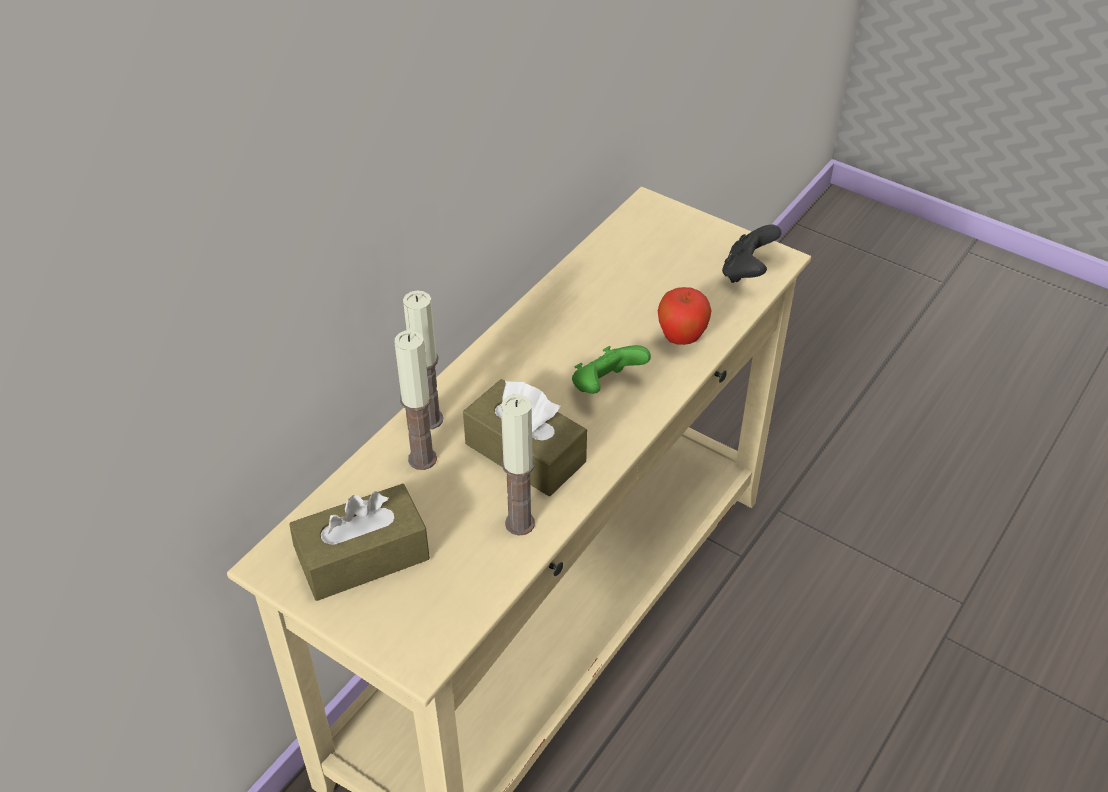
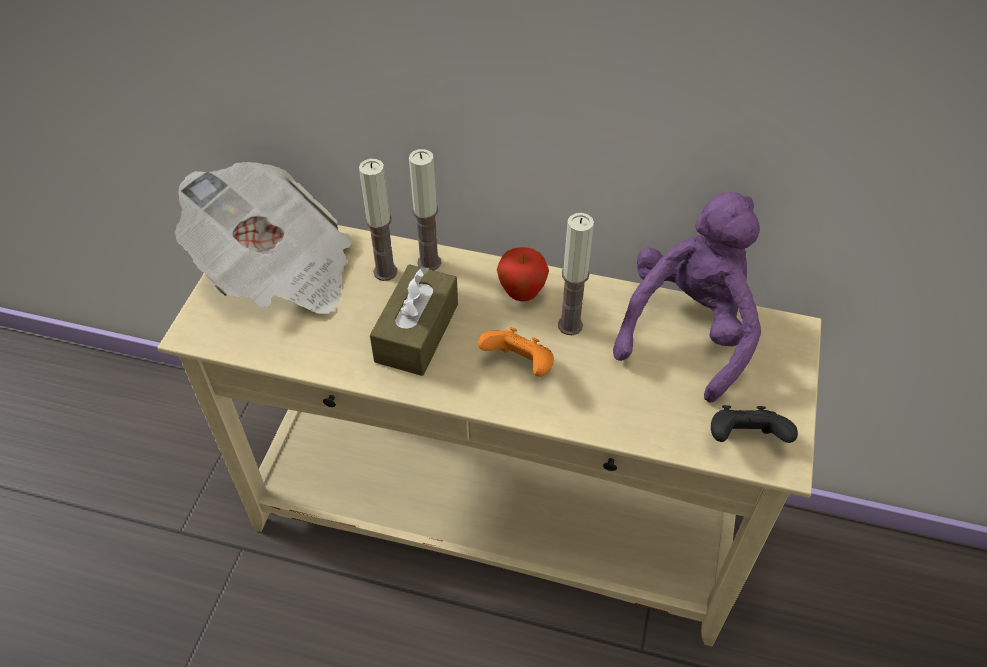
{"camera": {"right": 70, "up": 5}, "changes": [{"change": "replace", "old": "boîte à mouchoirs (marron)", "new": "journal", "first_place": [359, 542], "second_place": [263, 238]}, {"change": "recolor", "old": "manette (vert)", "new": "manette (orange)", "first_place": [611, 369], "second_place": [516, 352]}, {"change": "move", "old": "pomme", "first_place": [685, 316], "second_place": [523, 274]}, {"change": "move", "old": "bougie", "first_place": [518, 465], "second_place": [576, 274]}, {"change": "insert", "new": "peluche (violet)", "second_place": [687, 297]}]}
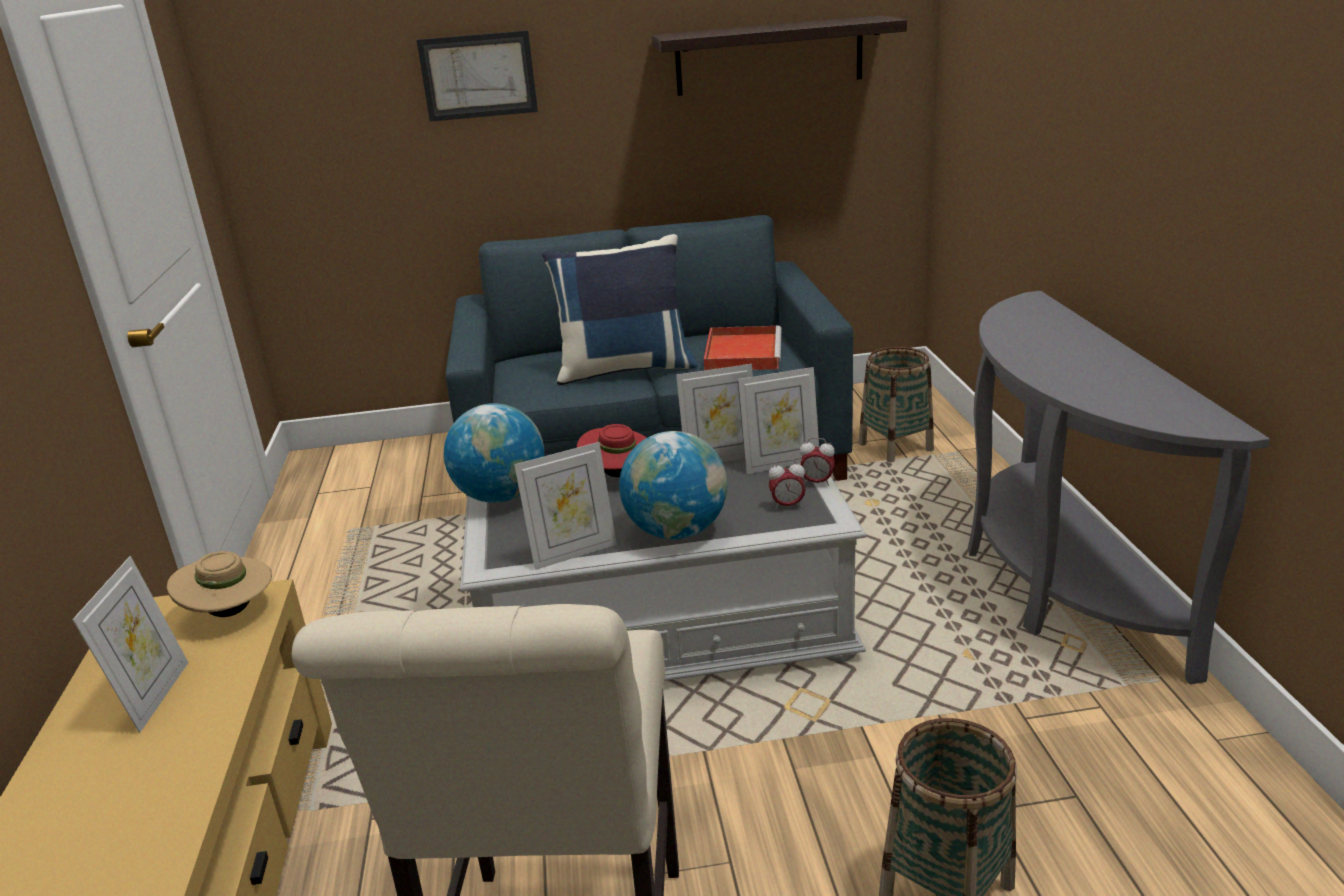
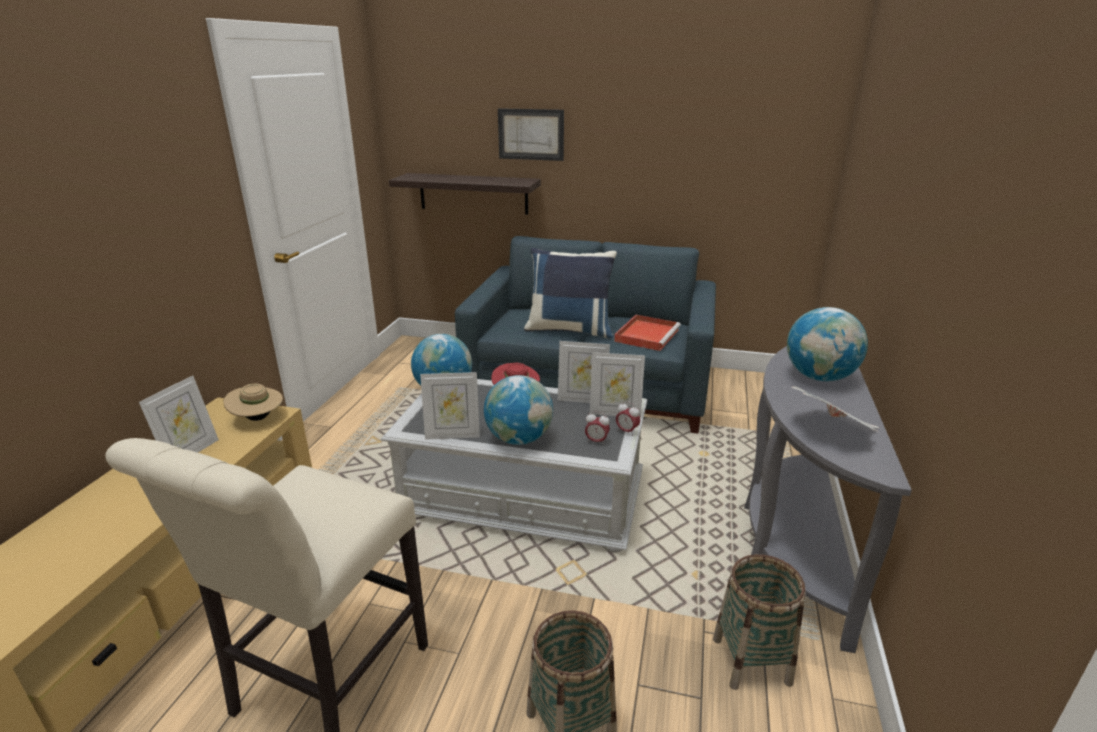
{"camera": {"right": 20, "up": 0}, "changes": [{"change": "move", "old": "étagère", "first_place": [779, 55], "second_place": [465, 194]}, {"change": "move", "old": "panier", "first_place": [896, 405], "second_place": [759, 622]}, {"change": "insert", "new": "globe", "second_place": [827, 344]}, {"change": "insert", "new": "journal", "second_place": [835, 409]}]}
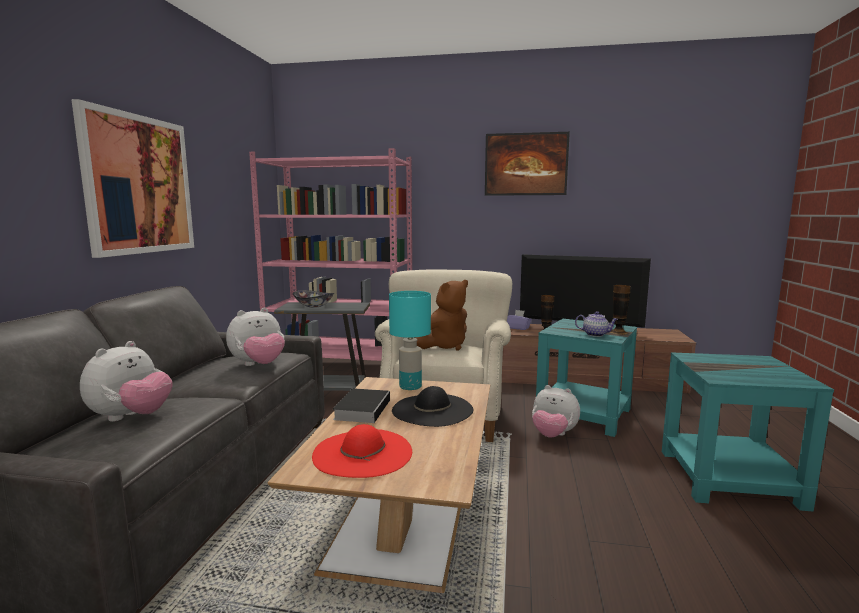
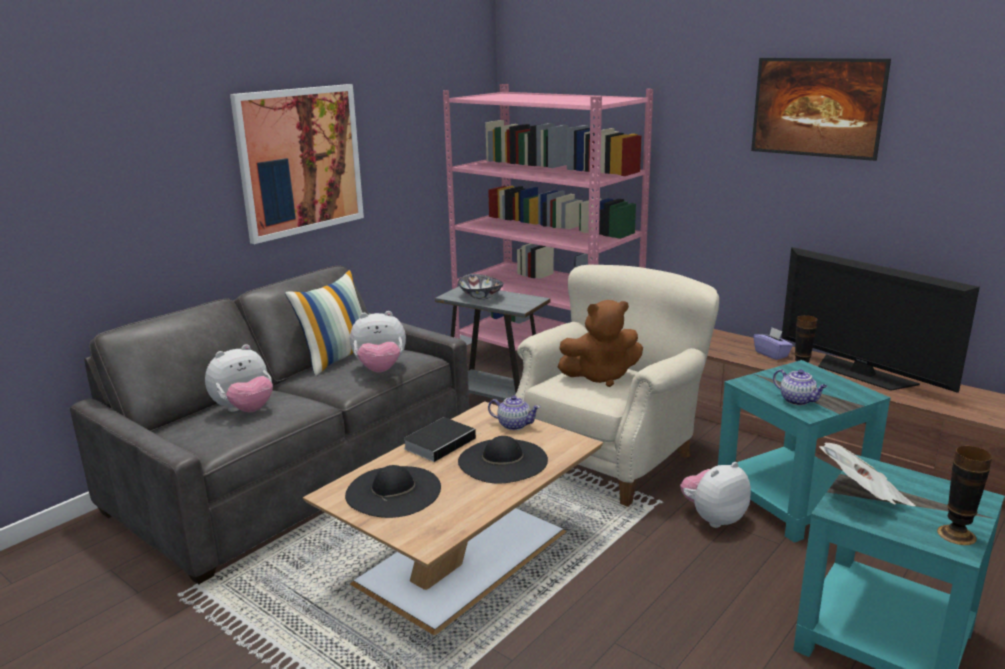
{"camera": {"right": 30, "up": 10}, "changes": [{"change": "insert", "new": "coussin", "second_place": [323, 323]}, {"change": "recolor", "old": "chapeau (rouge)", "new": "chapeau (noir)", "first_place": [362, 451], "second_place": [393, 491]}, {"change": "replace", "old": "lampe de table (turquoise)", "new": "théière", "first_place": [410, 340], "second_place": [514, 413]}, {"change": "rotate", "old": "peluche", "first_place": [556, 411], "second_place": [715, 495], "degrees": 90}, {"change": "insert", "new": "journal", "second_place": [867, 474]}, {"change": "move", "old": "vase", "first_place": [620, 310], "second_place": [964, 495]}]}
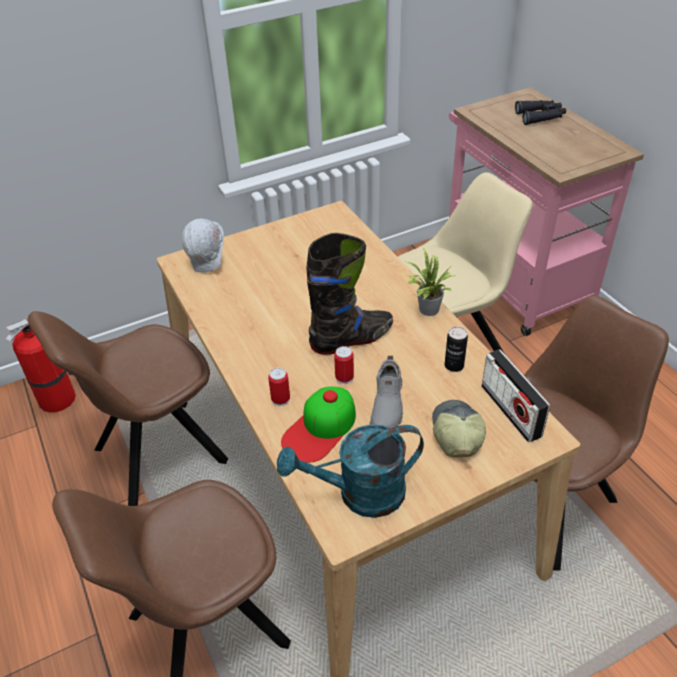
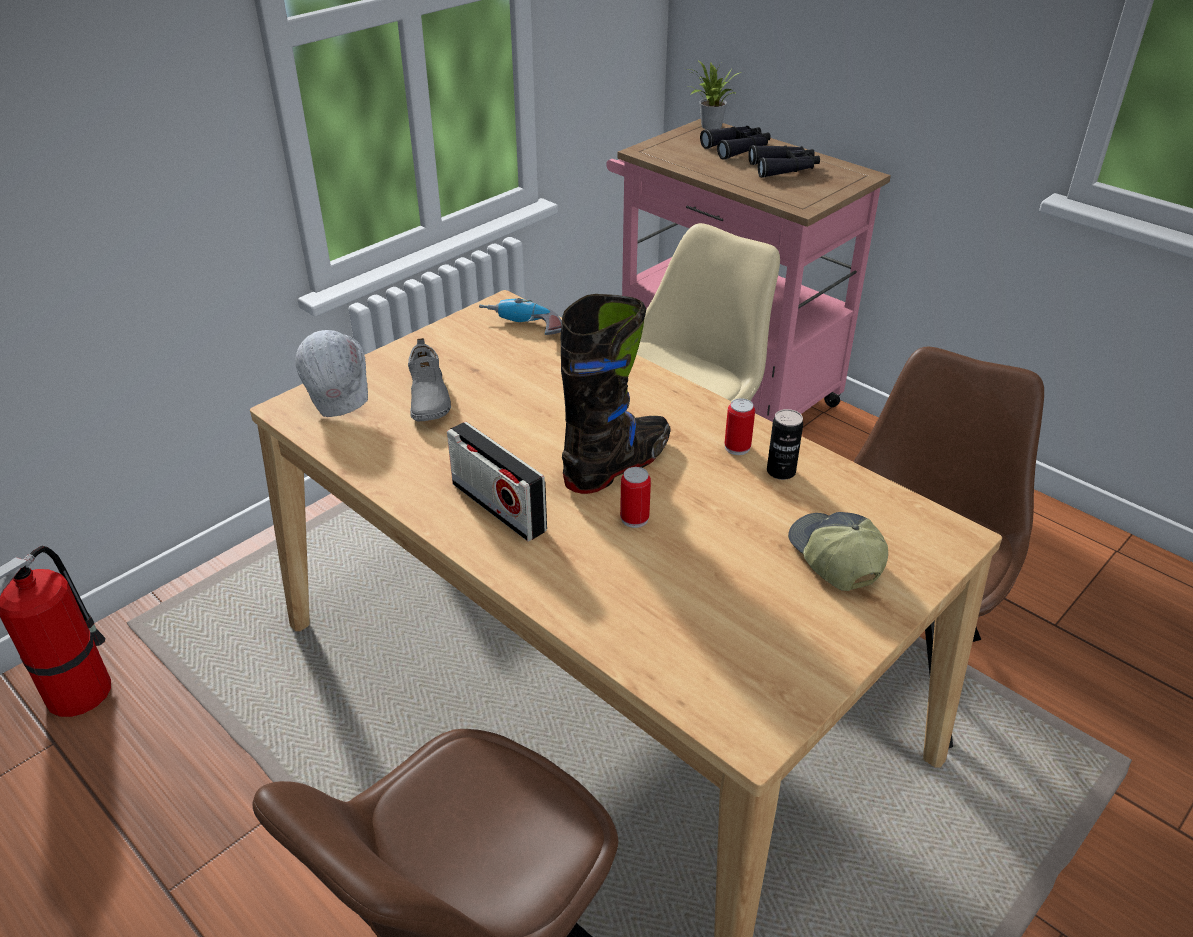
{"camera": {"right": -20, "up": -5}, "changes": [{"change": "move", "old": "chaussure (gris)", "first_place": [386, 392], "second_place": [429, 379]}, {"change": "move", "old": "radio", "first_place": [516, 395], "second_place": [497, 481]}, {"change": "insert", "new": "perceuse", "second_place": [520, 316]}, {"change": "move", "old": "plante en pot", "first_place": [430, 282], "second_place": [716, 95]}, {"change": "move", "old": "boîte métallique", "first_place": [279, 387], "second_place": [739, 426]}, {"change": "insert", "new": "jumelles (noir)", "second_place": [784, 161]}, {"change": "delete", "old": "chaise (marron)", "first_place": [128, 408]}, {"change": "delete", "old": "arrosoir (turquoise)", "first_place": [350, 471]}, {"change": "delete", "old": "casquette", "first_place": [318, 425]}]}
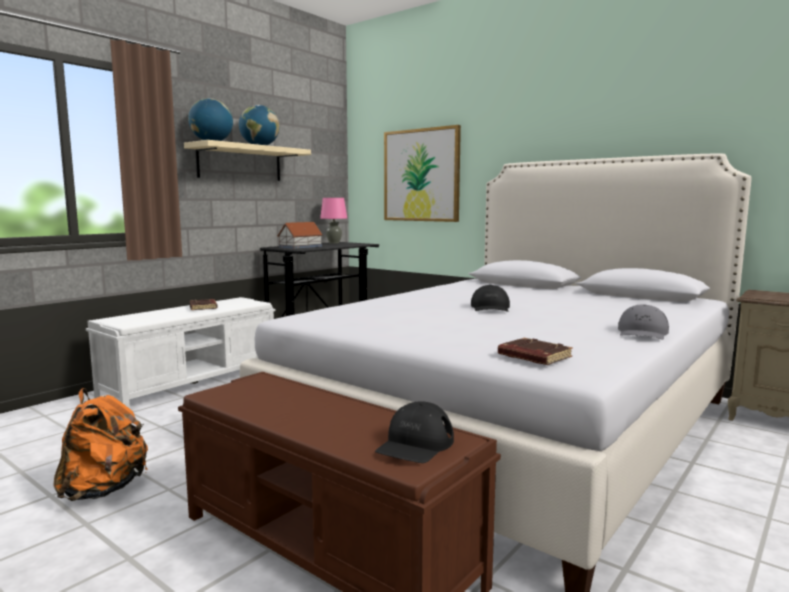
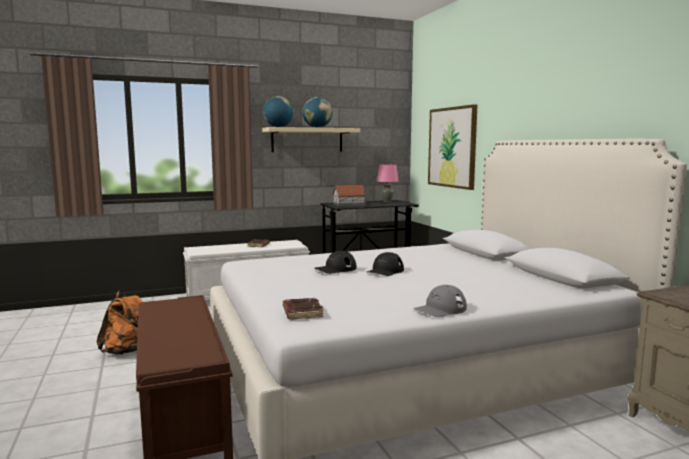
{"camera": {"right": 30, "up": 0}, "changes": [{"change": "move", "old": "casquette (noir)", "first_place": [414, 432], "second_place": [335, 262]}]}
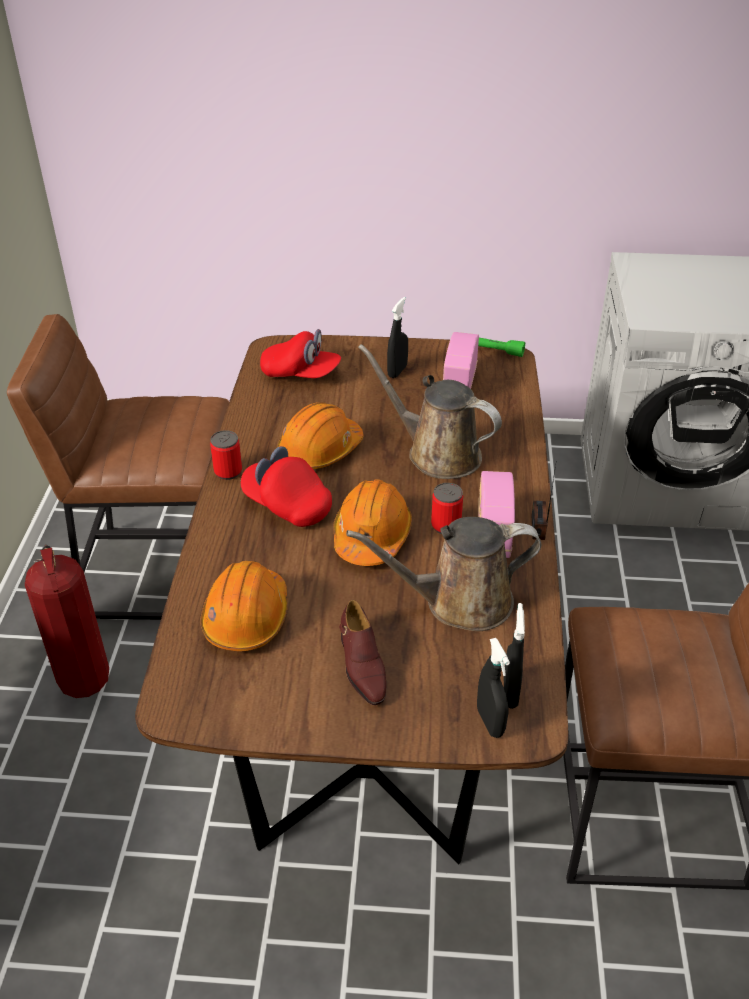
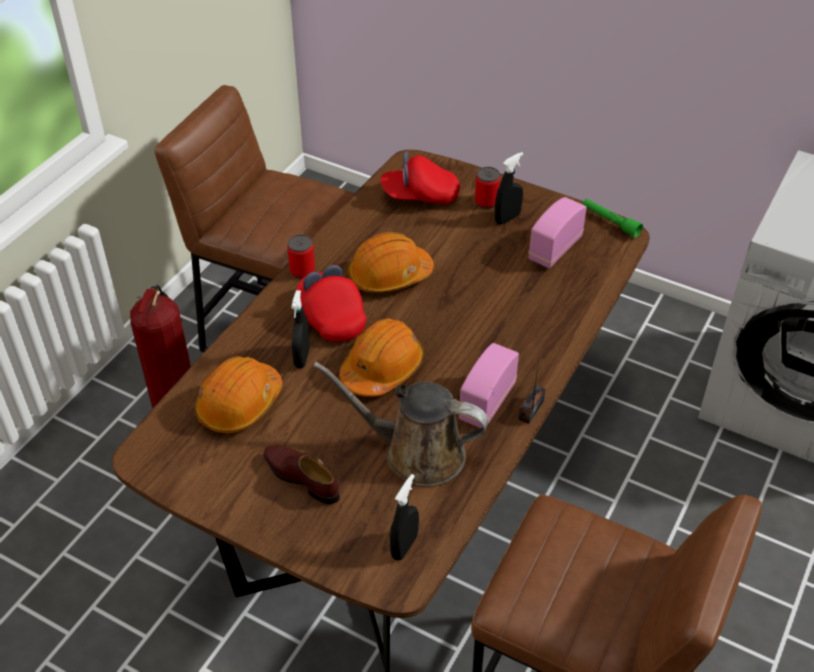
{"camera": {"right": 25, "up": 5}, "changes": [{"change": "rotate", "old": "chaussure (marron)", "first_place": [362, 652], "second_place": [301, 475], "degrees": 120}, {"change": "move", "old": "vaporisateur (noir)", "first_place": [493, 688], "second_place": [300, 329]}, {"change": "rotate", "old": "casquette (rouge)", "first_place": [300, 353], "second_place": [420, 178], "degrees": 135}, {"change": "move", "old": "boîte métallique", "first_place": [447, 508], "second_place": [487, 188]}, {"change": "delete", "old": "arrosoir (marron)", "first_place": [430, 411]}]}
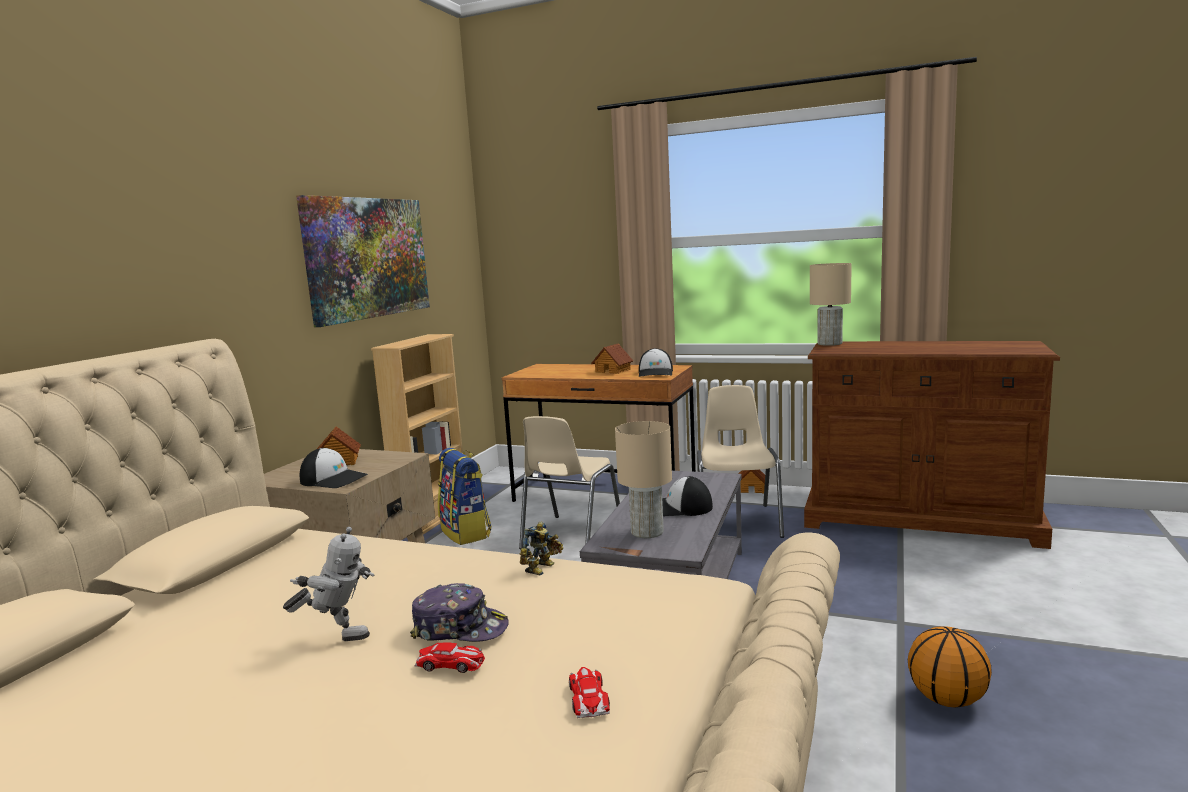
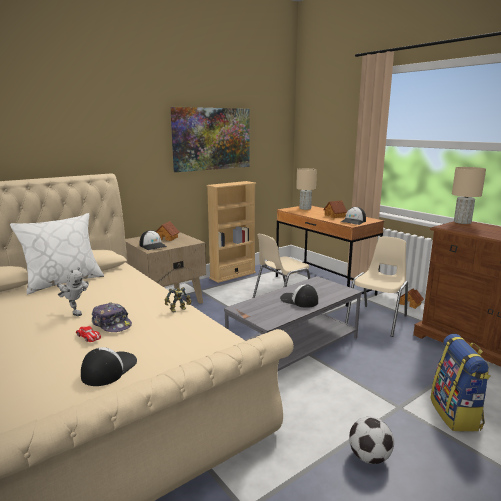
{"camera": {"right": 30, "up": 5}, "changes": [{"change": "insert", "new": "coussin (blanc)", "second_place": [57, 253]}, {"change": "replace", "old": "petite voiture", "new": "casquette", "first_place": [589, 692], "second_place": [109, 366]}, {"change": "move", "old": "lampe de table (beige)", "first_place": [643, 479], "second_place": [306, 189]}, {"change": "replace", "old": "ballon de basket", "new": "ballon de foot", "first_place": [950, 667], "second_place": [371, 440]}, {"change": "move", "old": "sac à dos", "first_place": [465, 496], "second_place": [460, 383]}]}
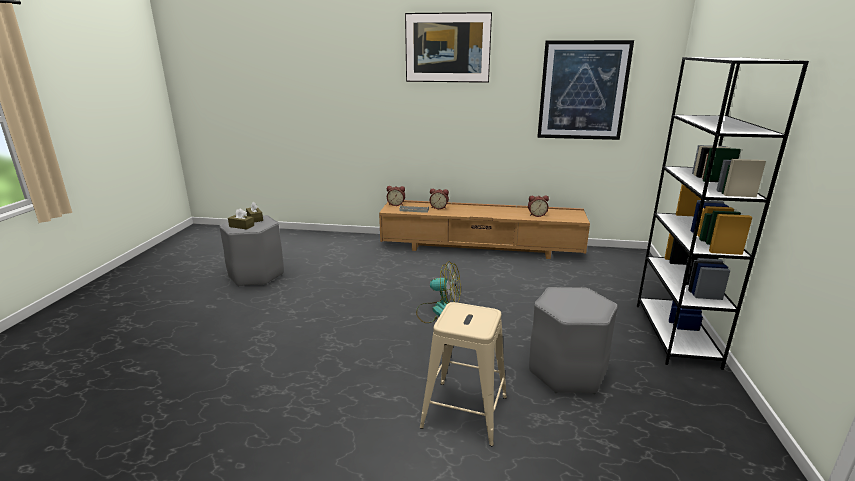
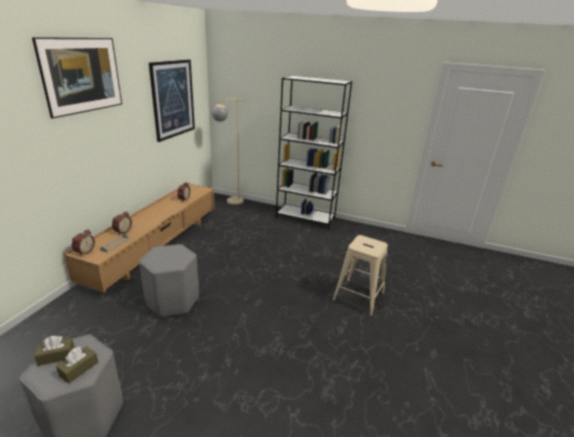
{"camera": {"right": -80, "up": 5}, "changes": [{"change": "move", "old": "tabouret (gris)", "first_place": [573, 340], "second_place": [169, 281]}, {"change": "insert", "new": "lampadaire (beige)", "second_place": [227, 151]}, {"change": "delete", "old": "ventilateur", "first_place": [438, 292]}]}
